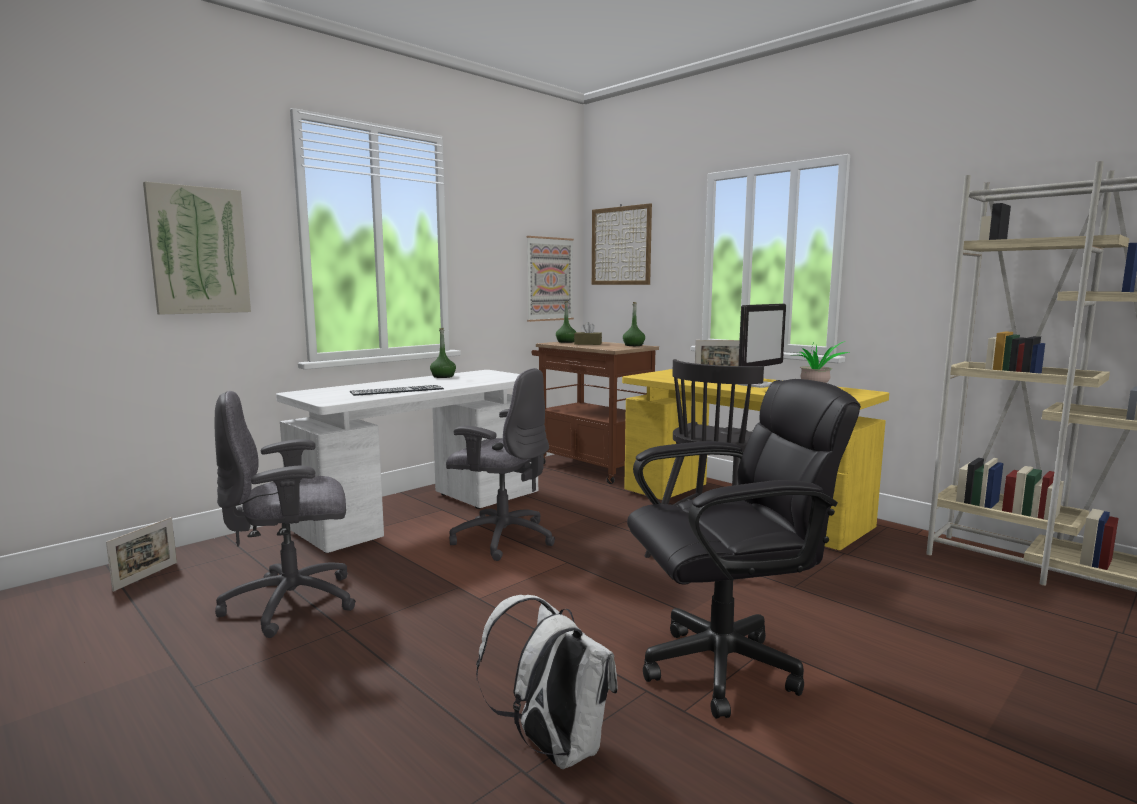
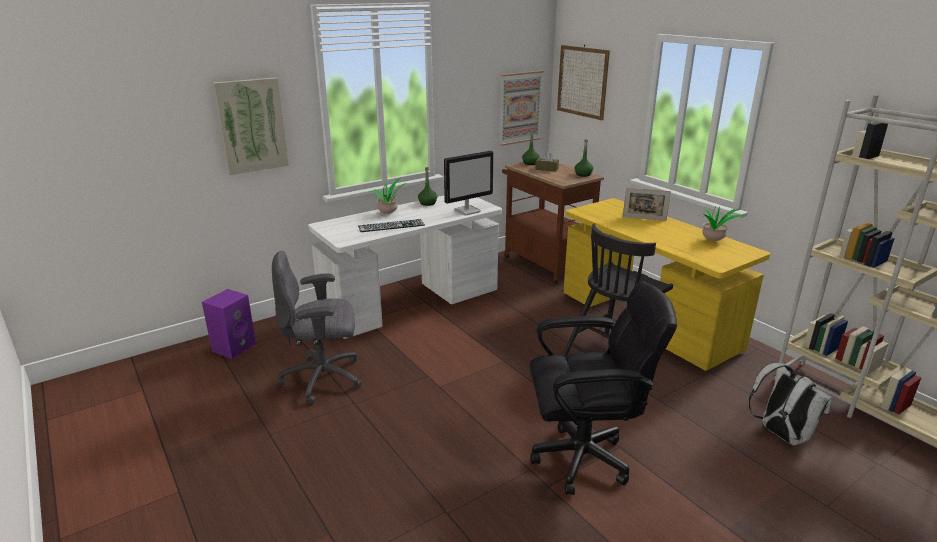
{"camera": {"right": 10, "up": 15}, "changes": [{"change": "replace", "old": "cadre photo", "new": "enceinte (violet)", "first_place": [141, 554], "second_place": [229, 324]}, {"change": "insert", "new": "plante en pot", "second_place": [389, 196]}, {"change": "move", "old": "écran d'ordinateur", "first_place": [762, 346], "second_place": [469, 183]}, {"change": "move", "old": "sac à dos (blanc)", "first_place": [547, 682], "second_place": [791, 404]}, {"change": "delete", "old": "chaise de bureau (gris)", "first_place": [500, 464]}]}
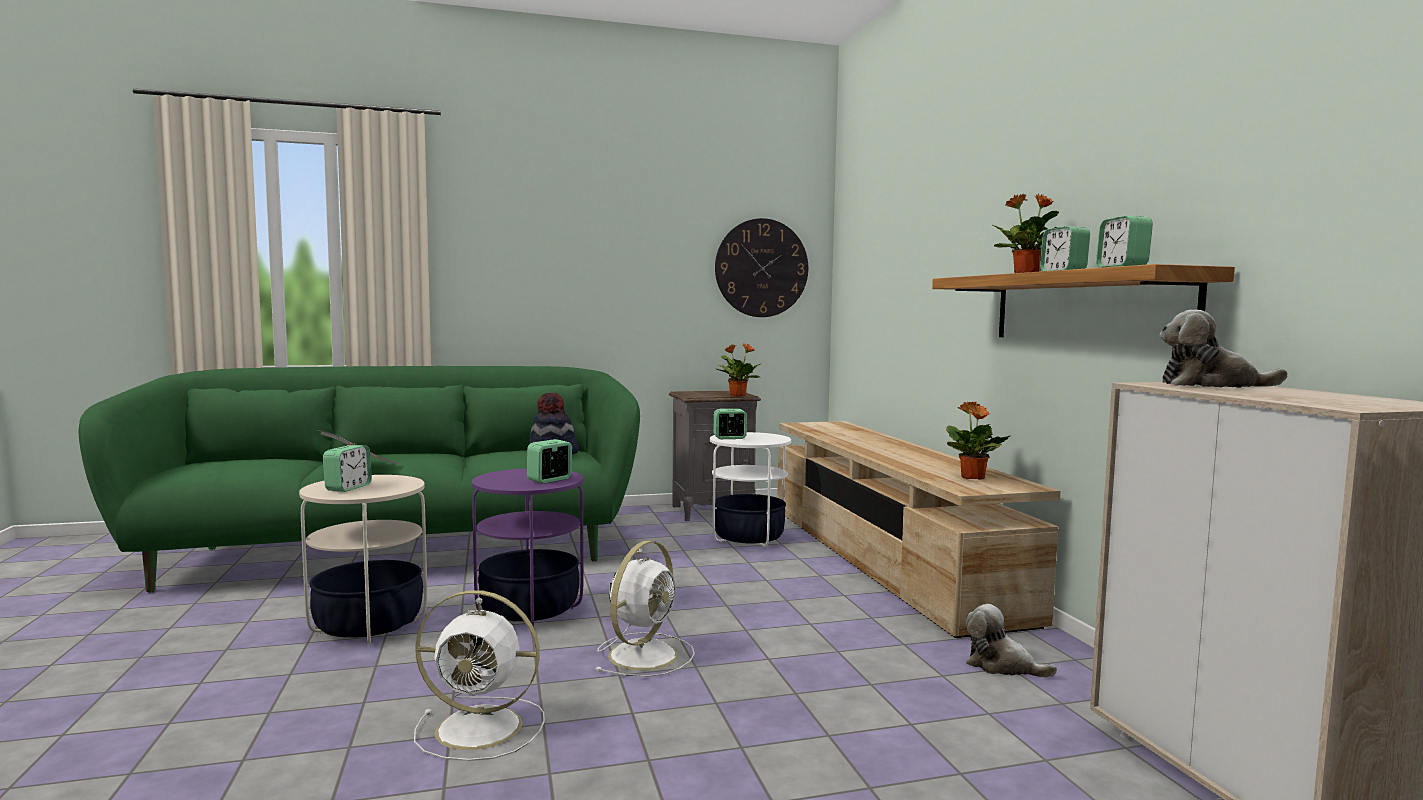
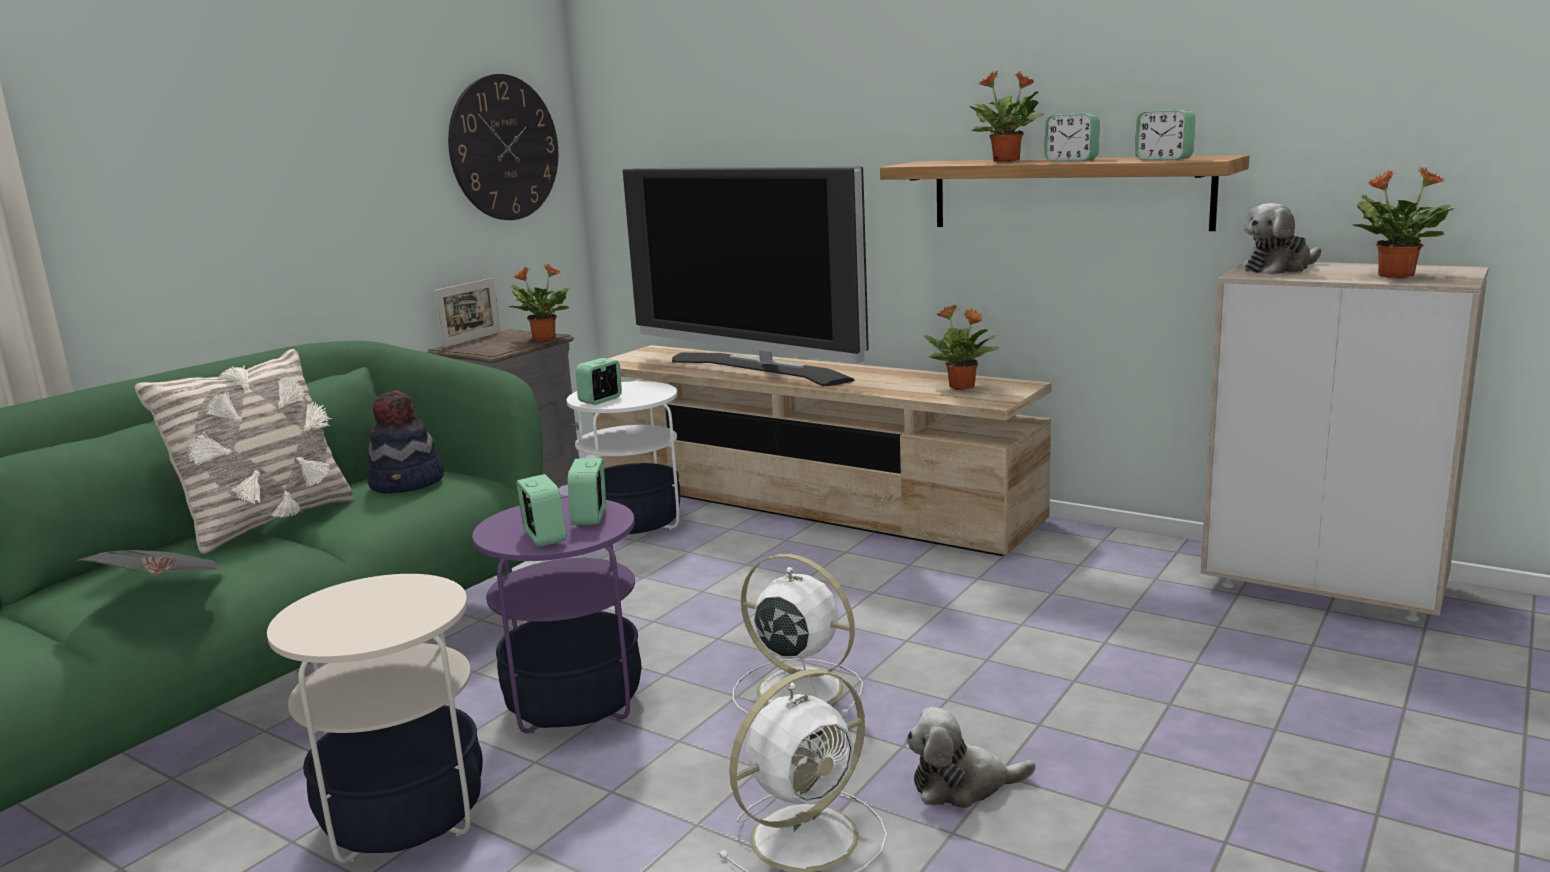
{"camera": {"right": -40, "up": 10}, "changes": [{"change": "insert", "new": "coussin (beige)", "second_place": [244, 451]}, {"change": "insert", "new": "cadre photo", "second_place": [467, 313]}, {"change": "move", "old": "réveil", "first_place": [347, 468], "second_place": [541, 510]}, {"change": "insert", "new": "téléviseur", "second_place": [746, 276]}, {"change": "rotate", "old": "ventilateur (blanc)", "first_place": [645, 608], "second_place": [798, 635], "degrees": -45}, {"change": "move", "old": "peluche", "first_place": [1011, 641], "second_place": [971, 757]}, {"change": "insert", "new": "plante en pot", "second_place": [1403, 222]}]}
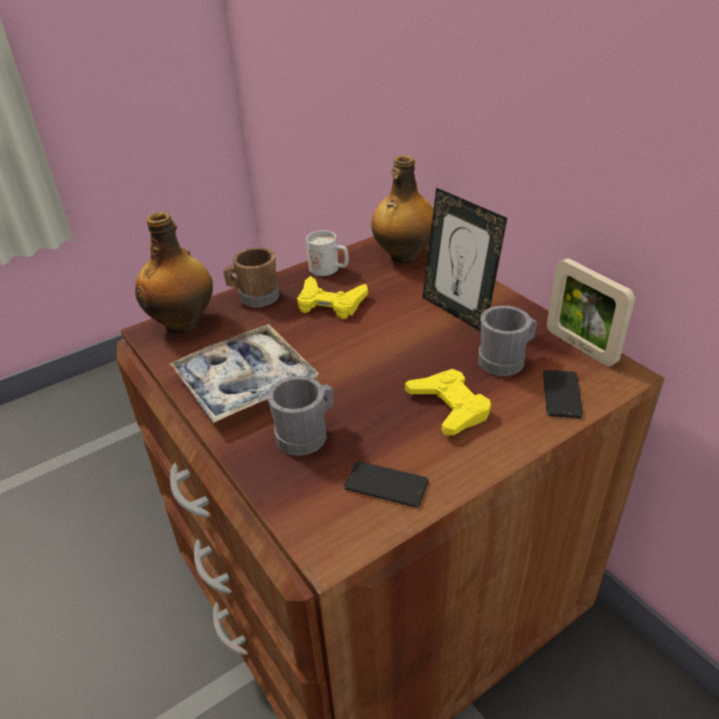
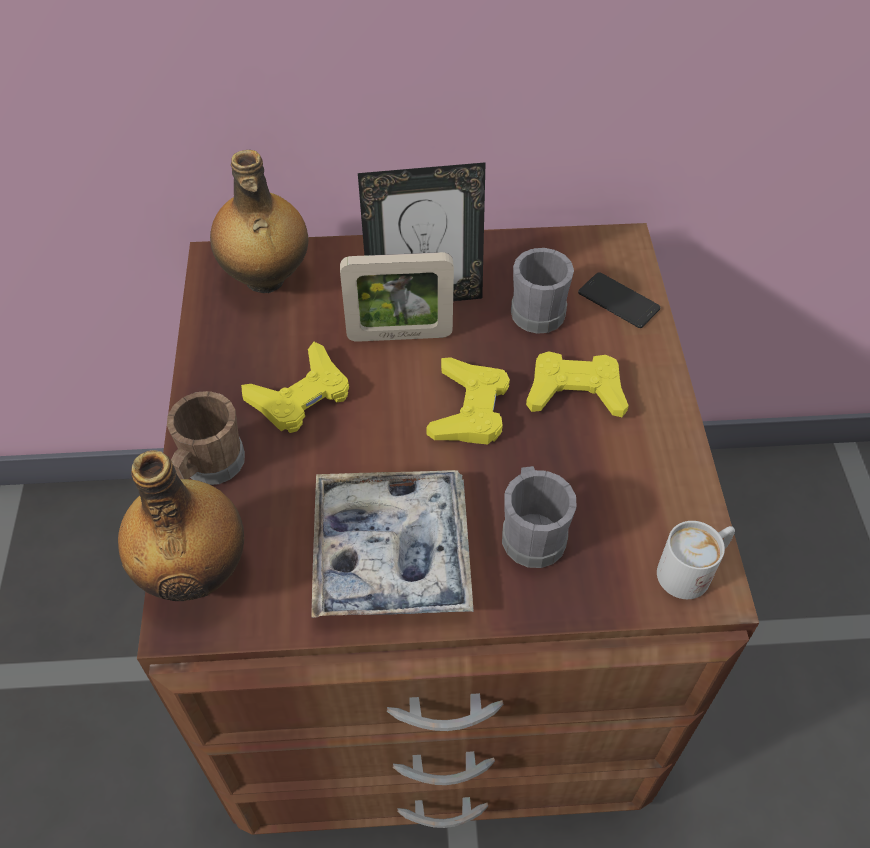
{"camera": {"right": -60, "up": 15}, "changes": [{"change": "move", "old": "cadre photo", "first_place": [591, 312], "second_place": [397, 297]}, {"change": "insert", "new": "manette (jaune)", "second_place": [468, 400]}, {"change": "move", "old": "mug (blanc)", "first_place": [327, 253], "second_place": [696, 560]}, {"change": "delete", "old": "téléphone", "first_place": [386, 484]}]}
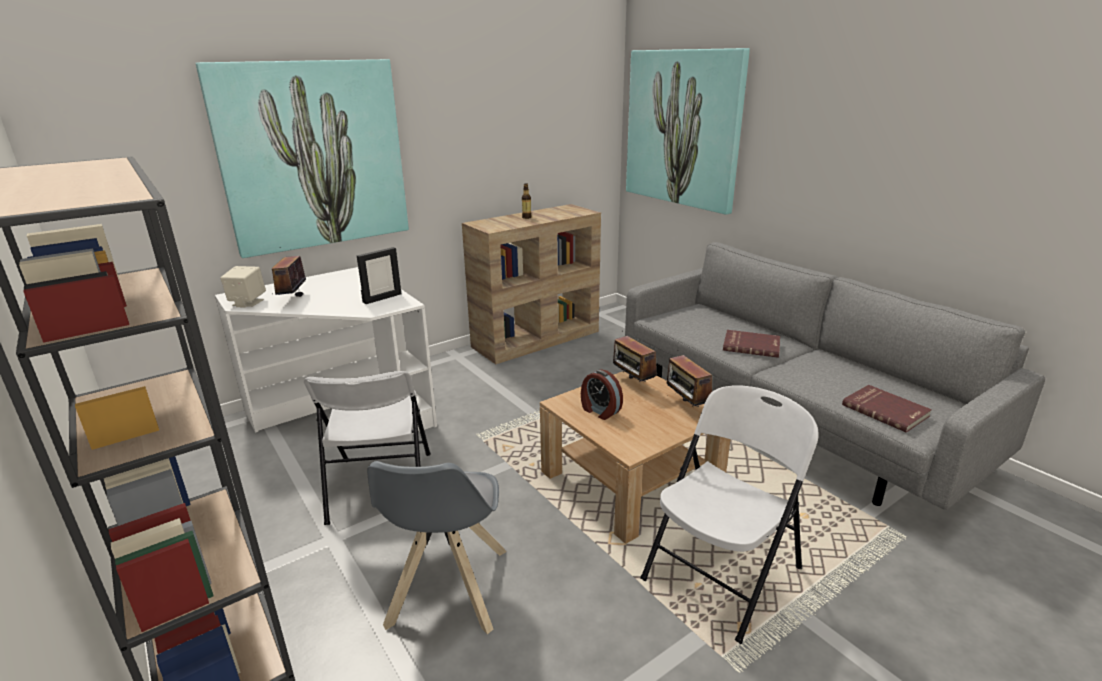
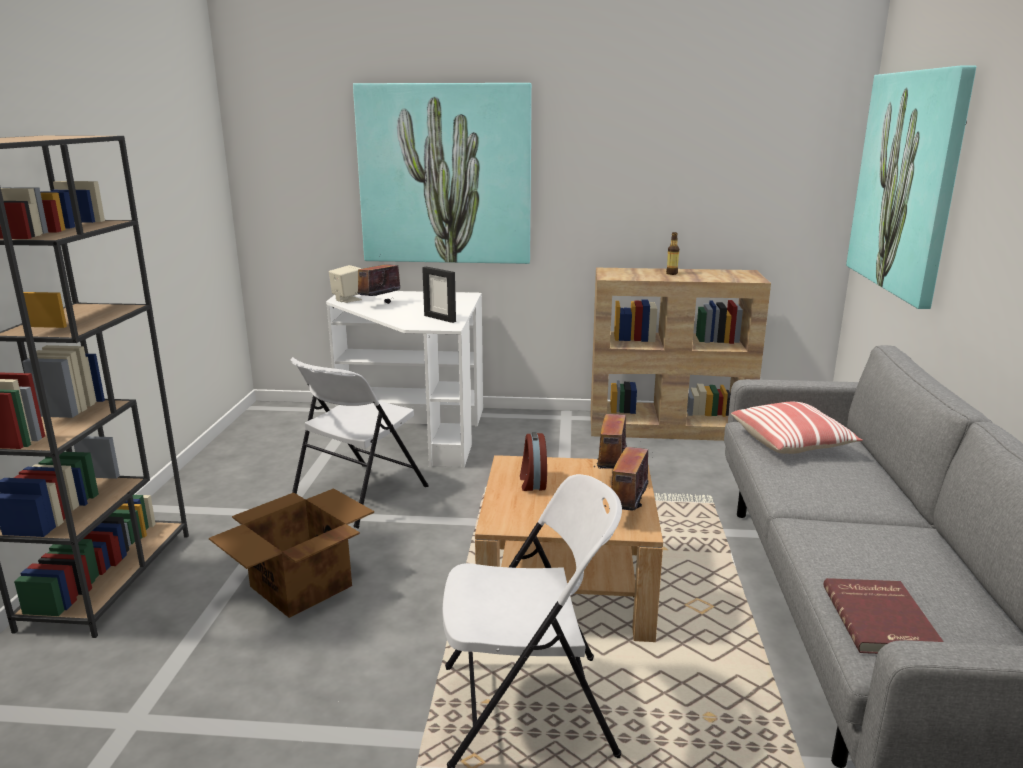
{"camera": {"right": 40, "up": -5}, "changes": [{"change": "replace", "old": "chaise (gris)", "new": "carton", "first_place": [437, 548], "second_place": [291, 553]}, {"change": "rotate", "old": "cadre photo", "first_place": [379, 275], "second_place": [439, 295], "degrees": 45}, {"change": "insert", "new": "coussin", "second_place": [797, 428]}, {"change": "delete", "old": "livre (rouge)", "first_place": [751, 344]}]}
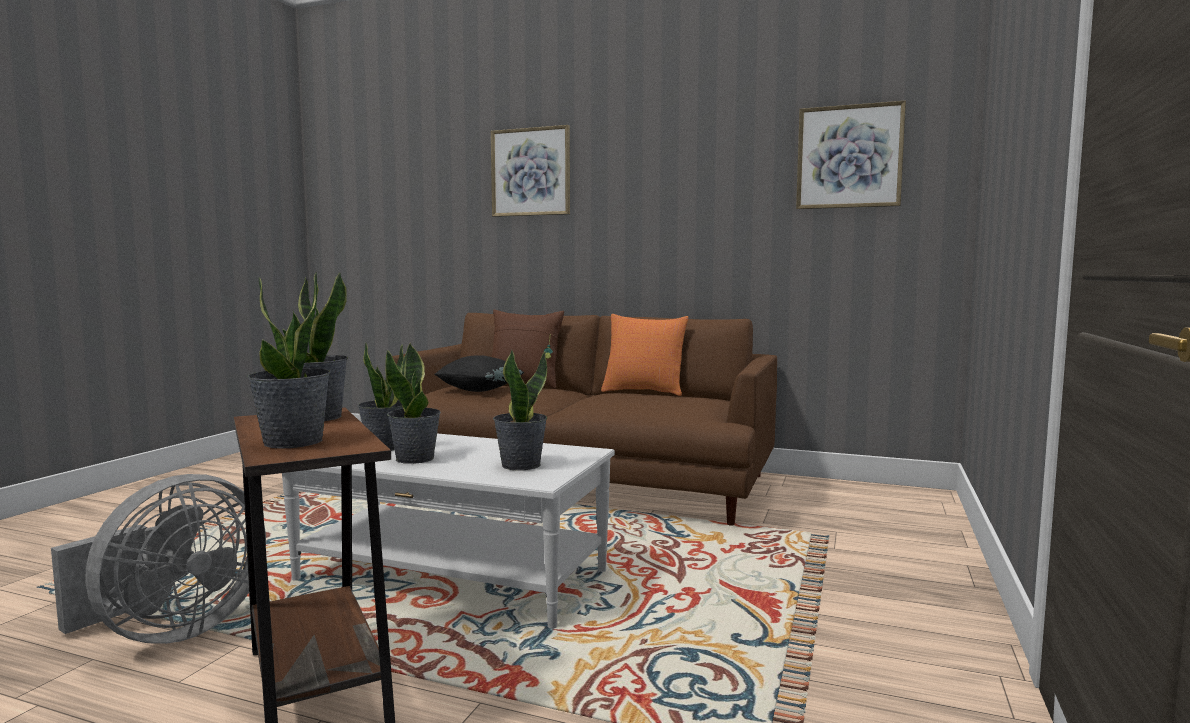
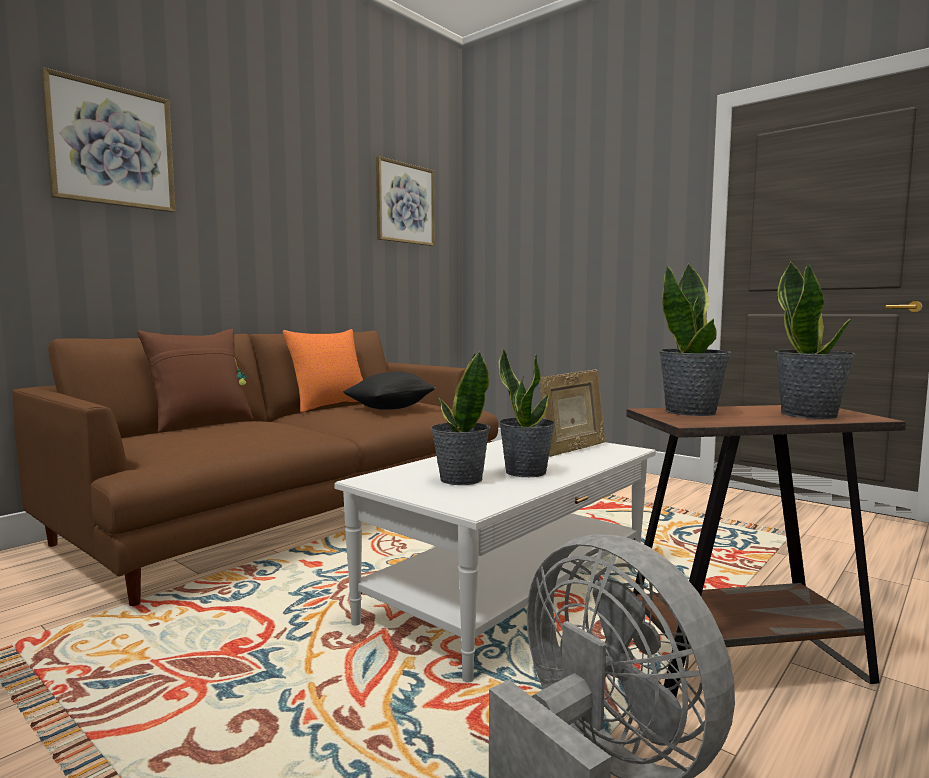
{"camera": {"right": -70, "up": 0}, "changes": [{"change": "move", "old": "coussin (noir)", "first_place": [479, 373], "second_place": [389, 390]}, {"change": "replace", "old": "plante en pot", "new": "cadre photo", "first_place": [520, 410], "second_place": [572, 413]}]}
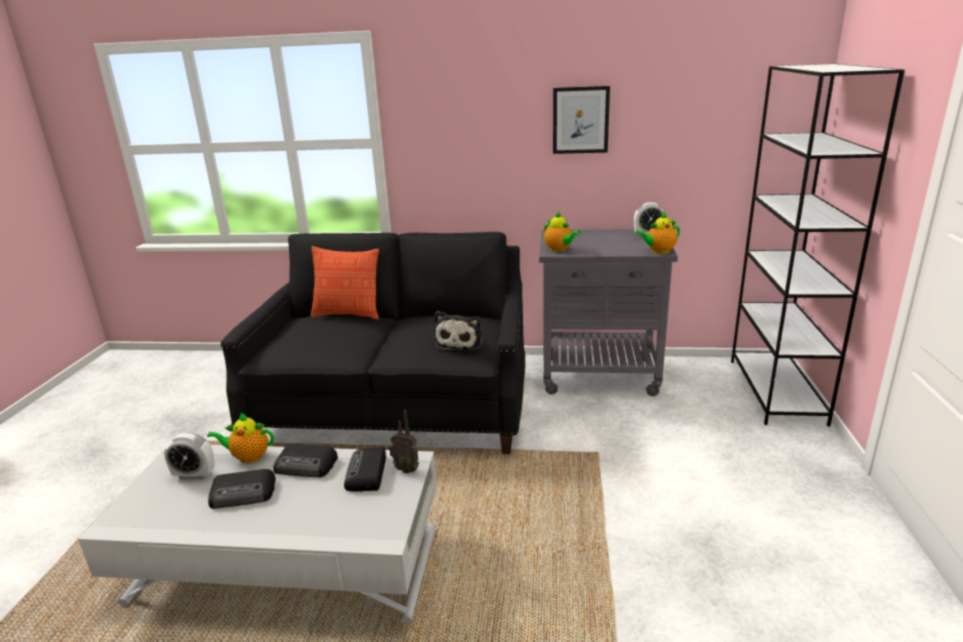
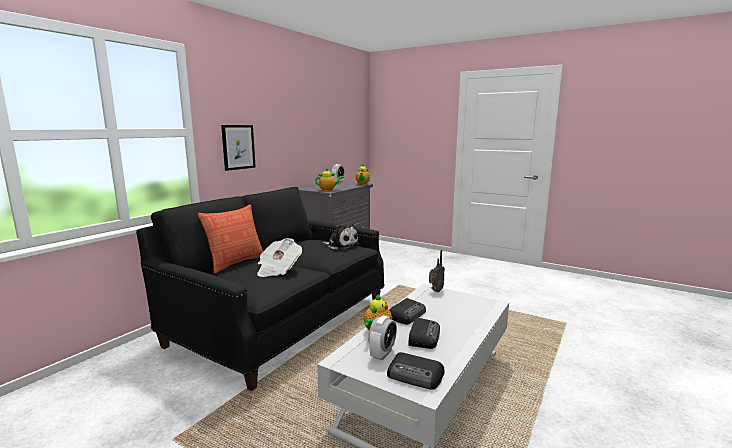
{"camera": {"right": -65, "up": -10}, "changes": [{"change": "move", "old": "tableau", "first_place": [581, 120], "second_place": [238, 148]}, {"change": "insert", "new": "journal", "second_place": [279, 257]}, {"change": "move", "old": "radio", "first_place": [365, 469], "second_place": [415, 371]}, {"change": "delete", "old": "bibliothèque (blanc)", "first_place": [818, 245]}]}
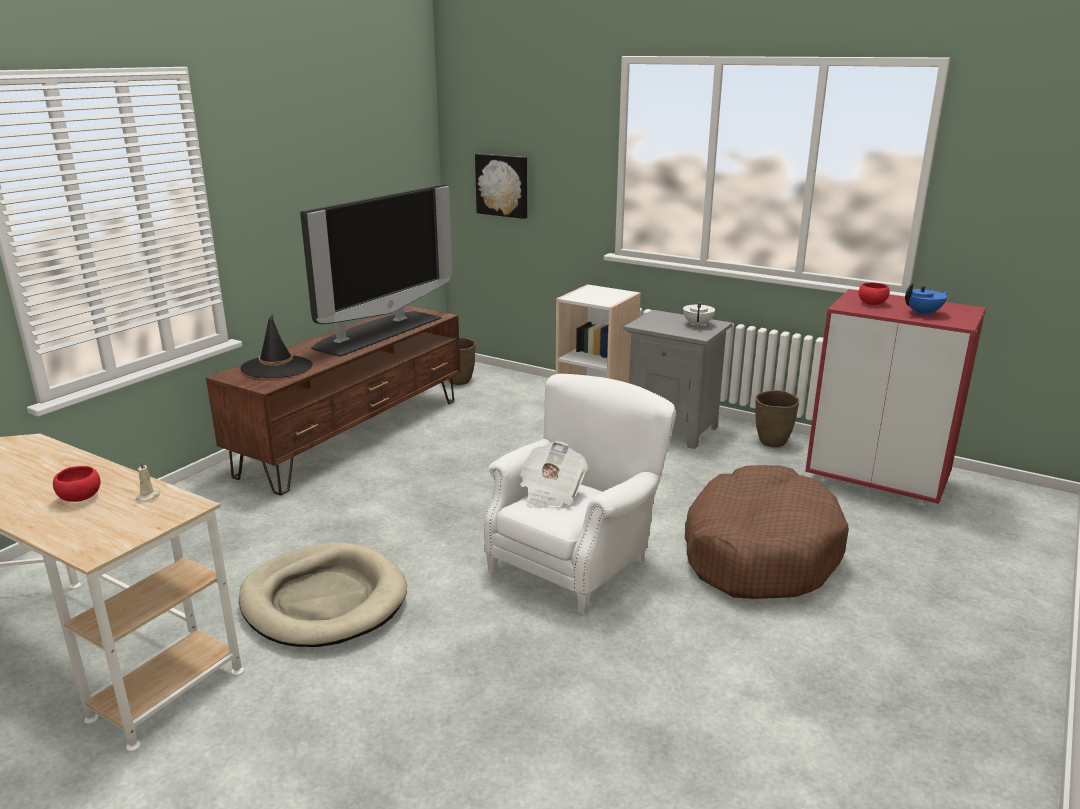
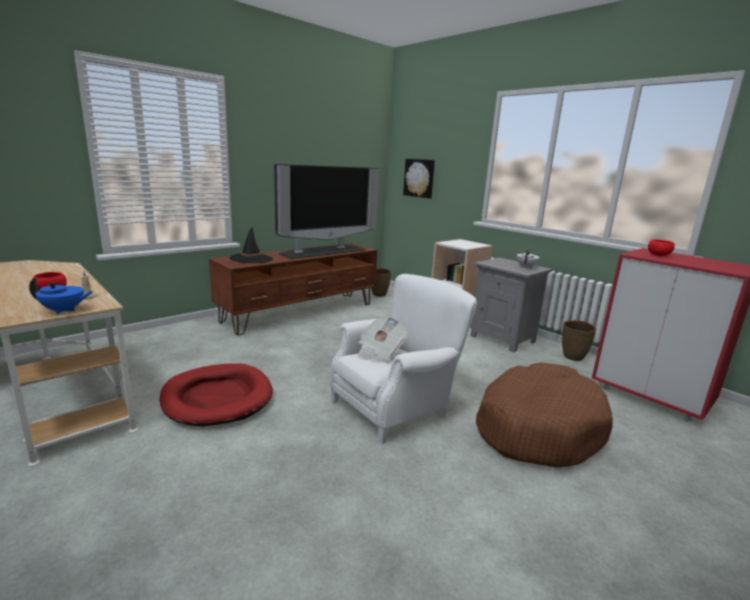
{"camera": {"right": 15, "up": -5}, "changes": [{"change": "move", "old": "théière (bleu)", "first_place": [927, 299], "second_place": [61, 295]}, {"change": "recolor", "old": "panier pour chien (beige)", "new": "panier pour chien (rouge)", "first_place": [323, 594], "second_place": [216, 394]}]}
